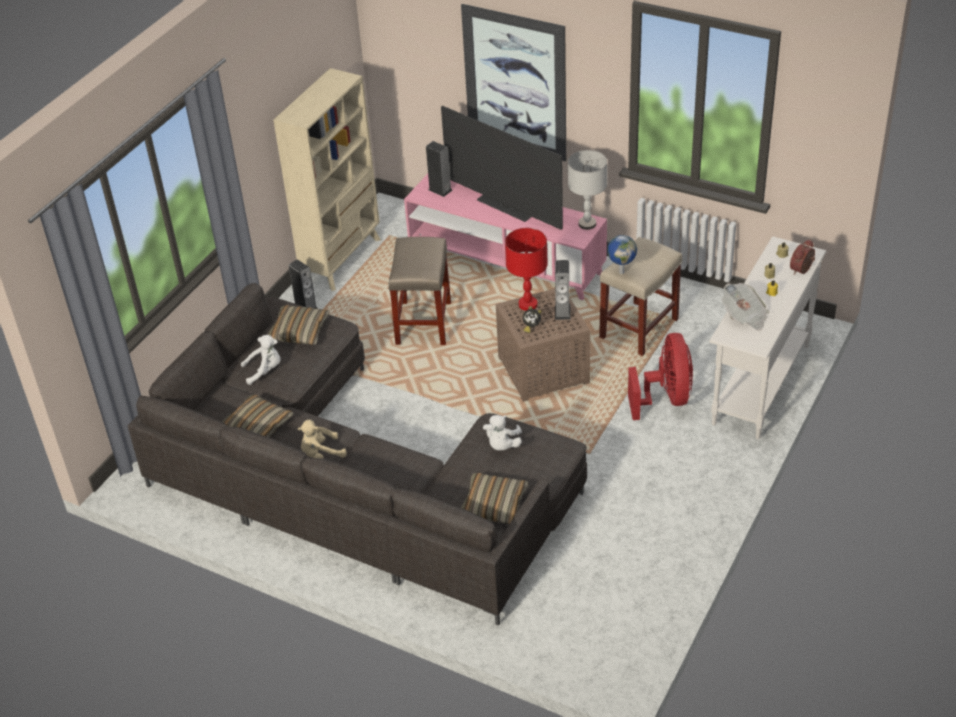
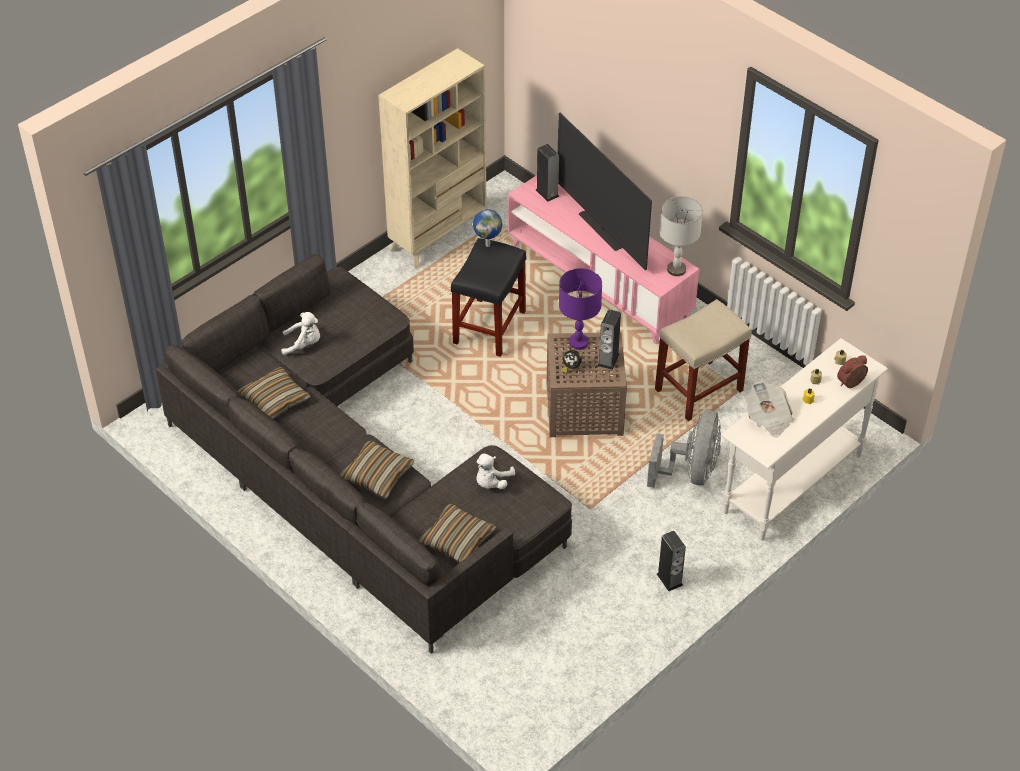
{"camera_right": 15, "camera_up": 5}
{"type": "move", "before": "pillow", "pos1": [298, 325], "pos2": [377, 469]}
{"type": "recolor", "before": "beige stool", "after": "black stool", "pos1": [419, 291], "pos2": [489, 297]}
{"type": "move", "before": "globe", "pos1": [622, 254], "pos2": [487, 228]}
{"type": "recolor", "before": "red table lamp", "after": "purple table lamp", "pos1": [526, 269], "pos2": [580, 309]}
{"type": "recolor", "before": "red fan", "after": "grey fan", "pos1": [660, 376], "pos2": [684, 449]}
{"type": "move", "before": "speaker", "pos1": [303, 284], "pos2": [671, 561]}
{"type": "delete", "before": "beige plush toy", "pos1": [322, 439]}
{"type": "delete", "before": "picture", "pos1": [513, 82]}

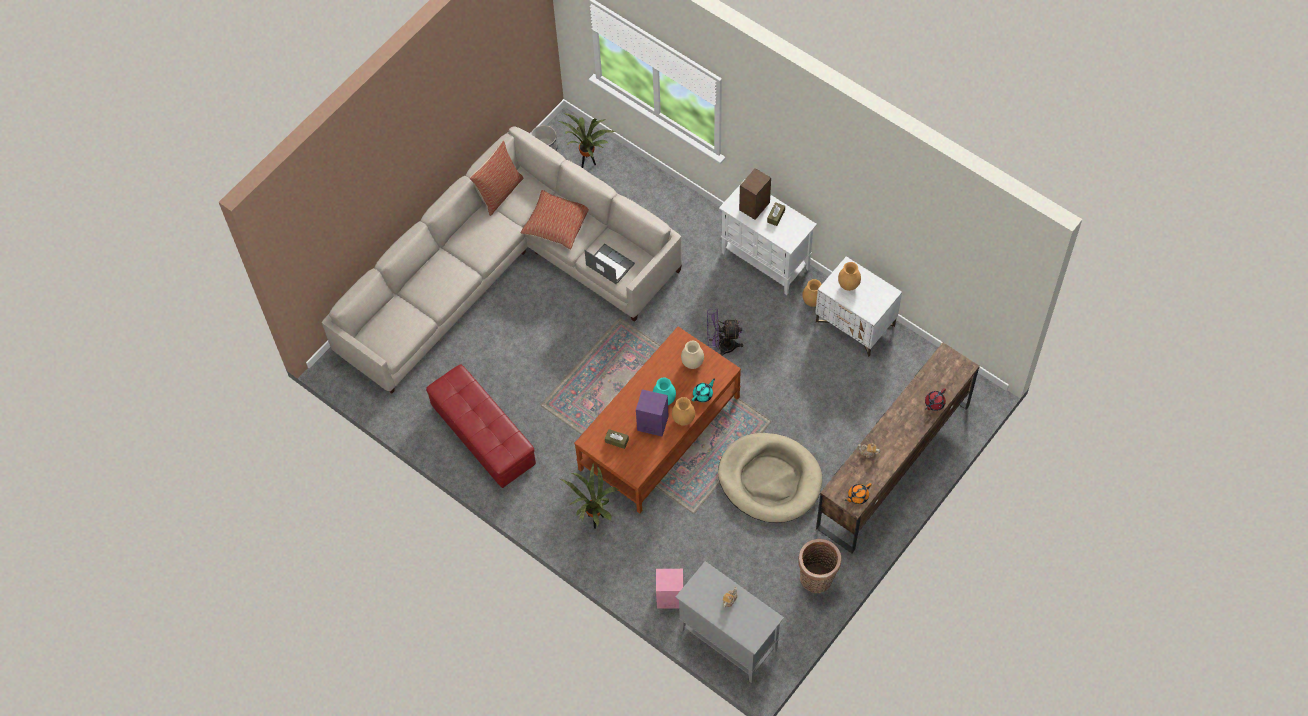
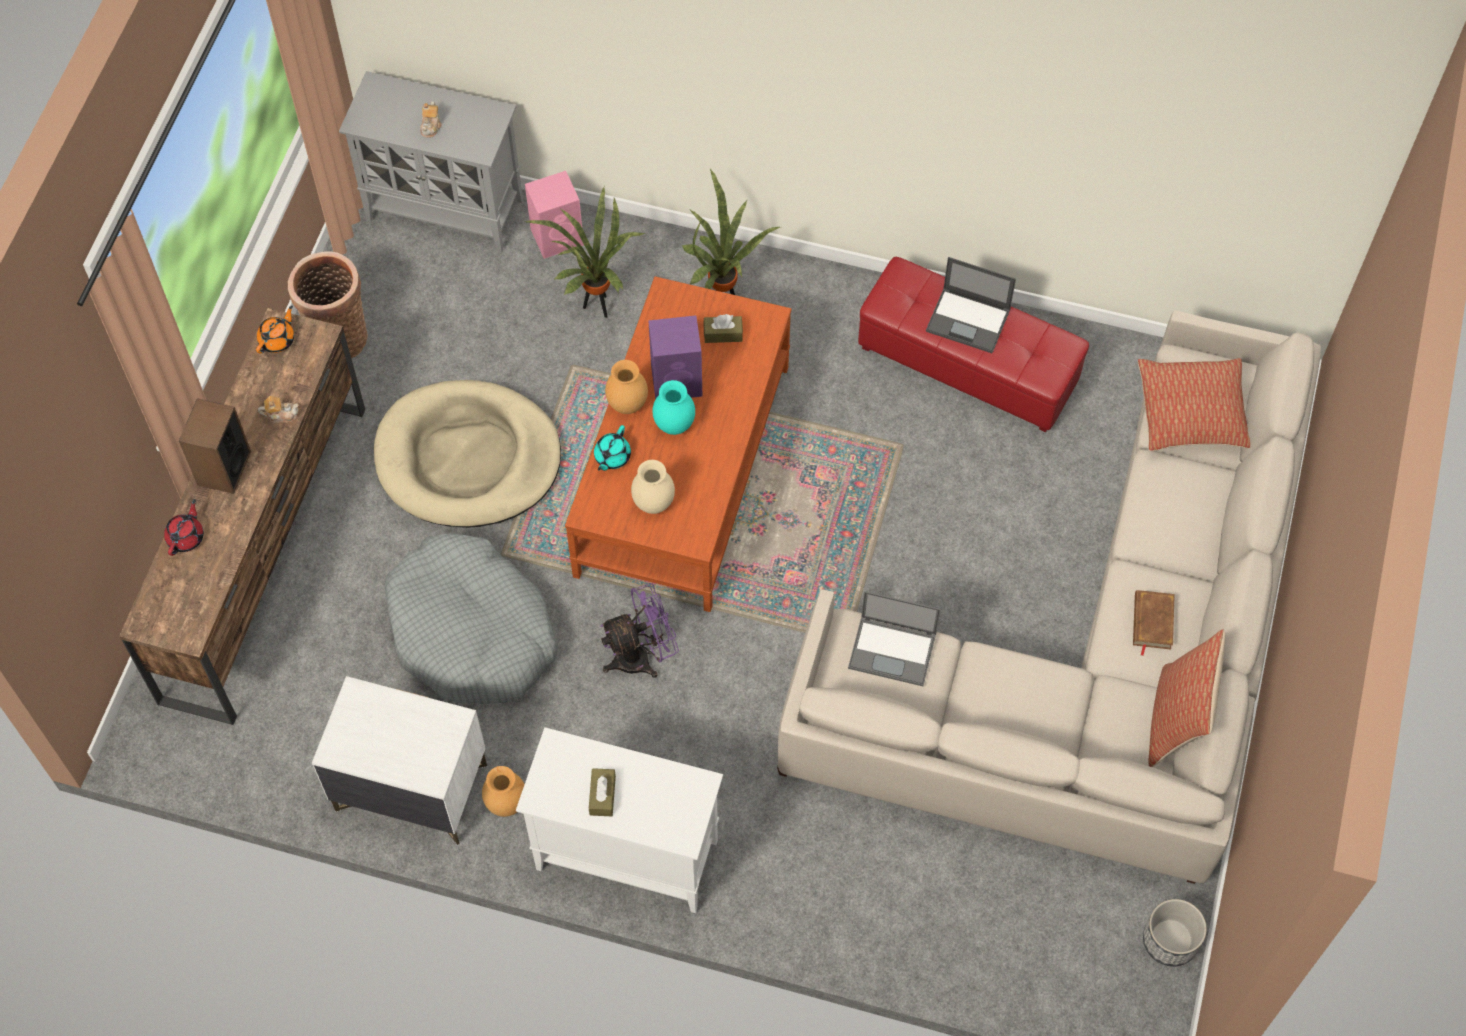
{"camera_right": 155, "camera_up": 0}
{"type": "move", "before": "speaker", "pos1": [755, 194], "pos2": [215, 446]}
{"type": "insert", "after": "grey dog bed", "pos2": [471, 619]}
{"type": "move", "before": "potted plant", "pos1": [586, 140], "pos2": [585, 252]}
{"type": "insert", "after": "laptop", "pos2": [971, 305]}
{"type": "insert", "after": "brown book", "pos2": [1154, 623]}
{"type": "move", "before": "pillow", "pos1": [554, 219], "pos2": [1194, 404]}
{"type": "delete", "before": "brown vase", "pos1": [849, 276]}

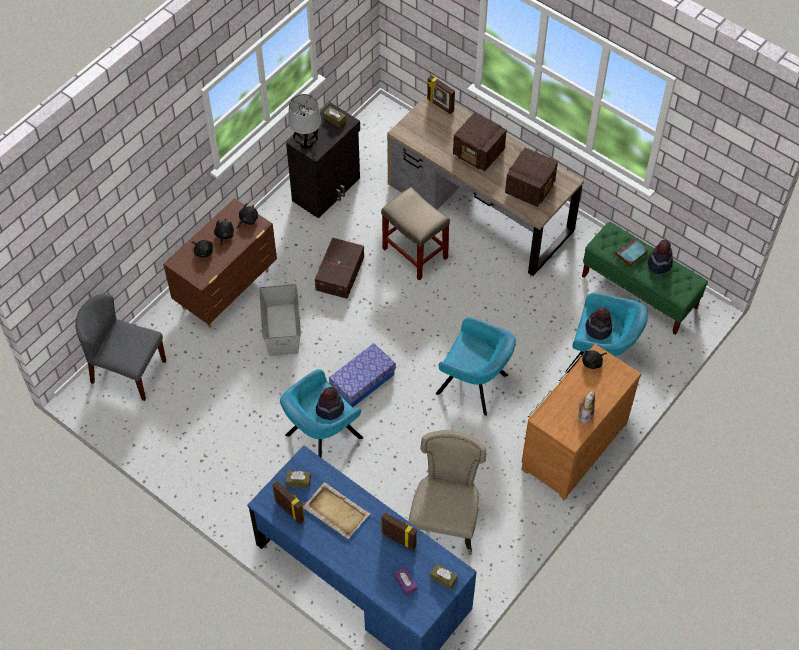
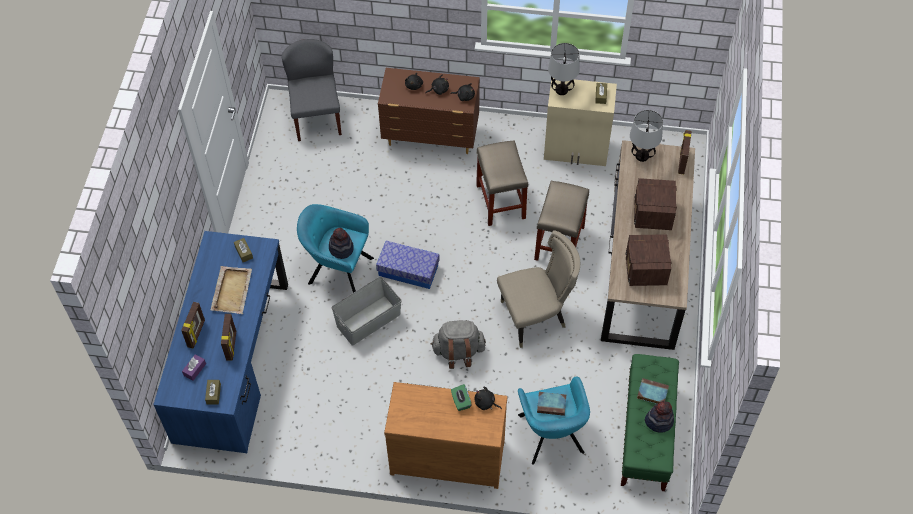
{"camera_right": 60, "camera_up": 0}
{"type": "move", "before": "picture frame", "pos1": [288, 502], "pos2": [193, 325]}
{"type": "move", "before": "grey storage box", "pos1": [280, 320], "pos2": [366, 311]}
{"type": "replace", "before": "turquoise armchair", "after": "grey backpack", "pos1": [476, 366], "pos2": [458, 344]}
{"type": "insert", "after": "green tissue box", "pos2": [461, 397]}
{"type": "replace", "before": "brown storage box", "after": "beige stool", "pos1": [339, 268], "pos2": [502, 183]}
{"type": "move", "before": "beige chair", "pos1": [448, 491], "pos2": [538, 289]}
{"type": "replace", "before": "hat", "after": "book", "pos1": [598, 323], "pos2": [551, 404]}
{"type": "recolor", "before": "black cabinet", "after": "beige cabinet", "pos1": [323, 160], "pos2": [580, 122]}
{"type": "rotate", "before": "radio", "pos1": [531, 177], "pos2": [648, 260], "turn": 90}
{"type": "insert", "after": "table lamp", "pos2": [646, 136]}
{"type": "delete", "before": "plush toy", "pos1": [586, 407]}

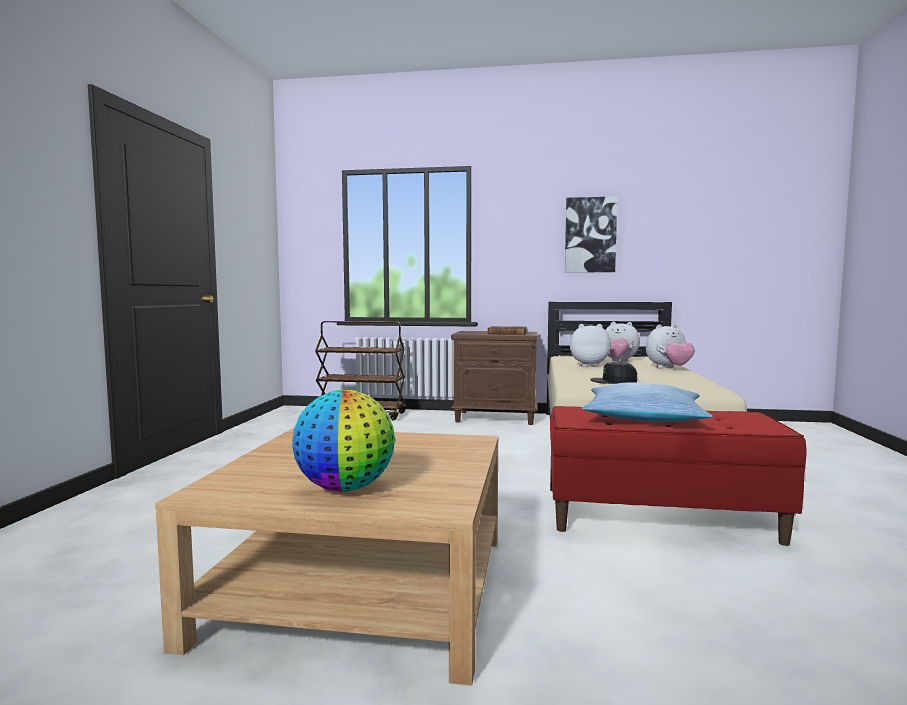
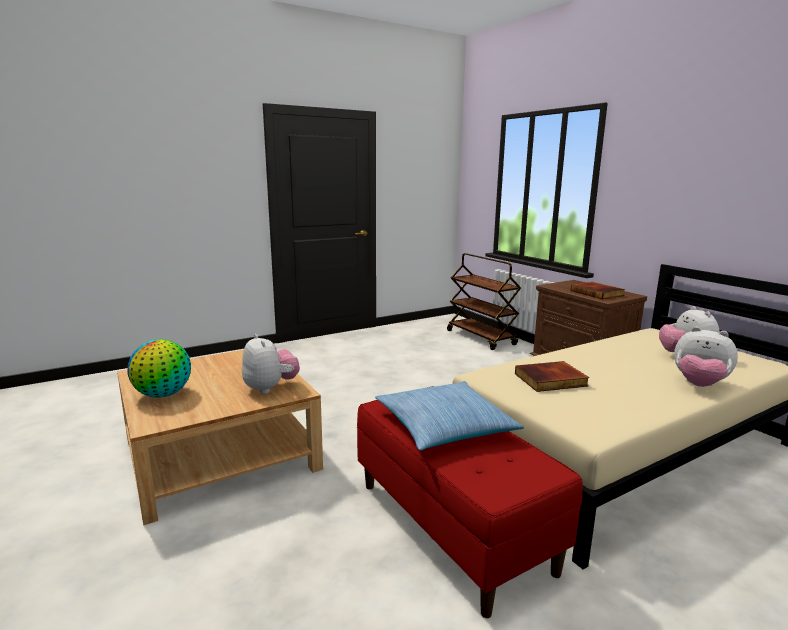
{"camera_right": 50, "camera_up": 10}
{"type": "move", "before": "plush toy", "pos1": [590, 345], "pos2": [271, 364]}
{"type": "replace", "before": "black cap", "after": "book", "pos1": [613, 372], "pos2": [552, 376]}
{"type": "delete", "before": "picture", "pos1": [591, 234]}

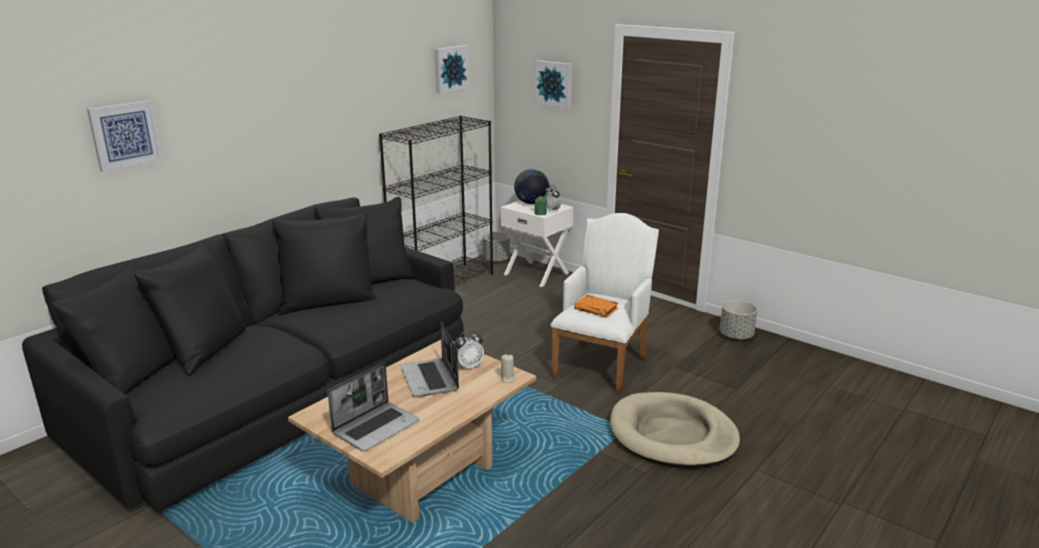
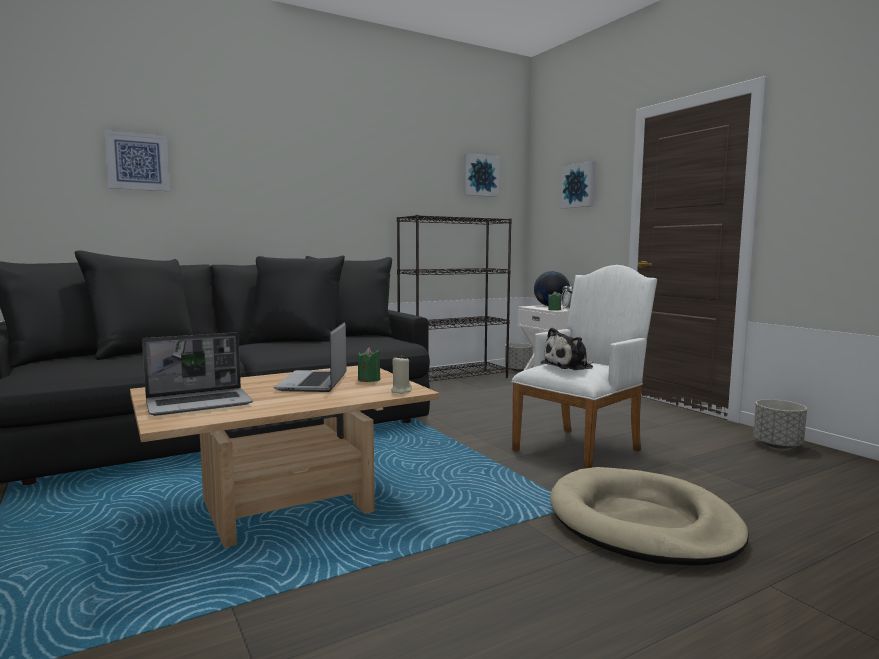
{"camera_right": 20, "camera_up": -15}
{"type": "replace", "before": "alarm clock", "after": "green candle", "pos1": [469, 350], "pos2": [369, 364]}
{"type": "replace", "before": "orange book", "after": "plush toy", "pos1": [596, 306], "pos2": [567, 349]}

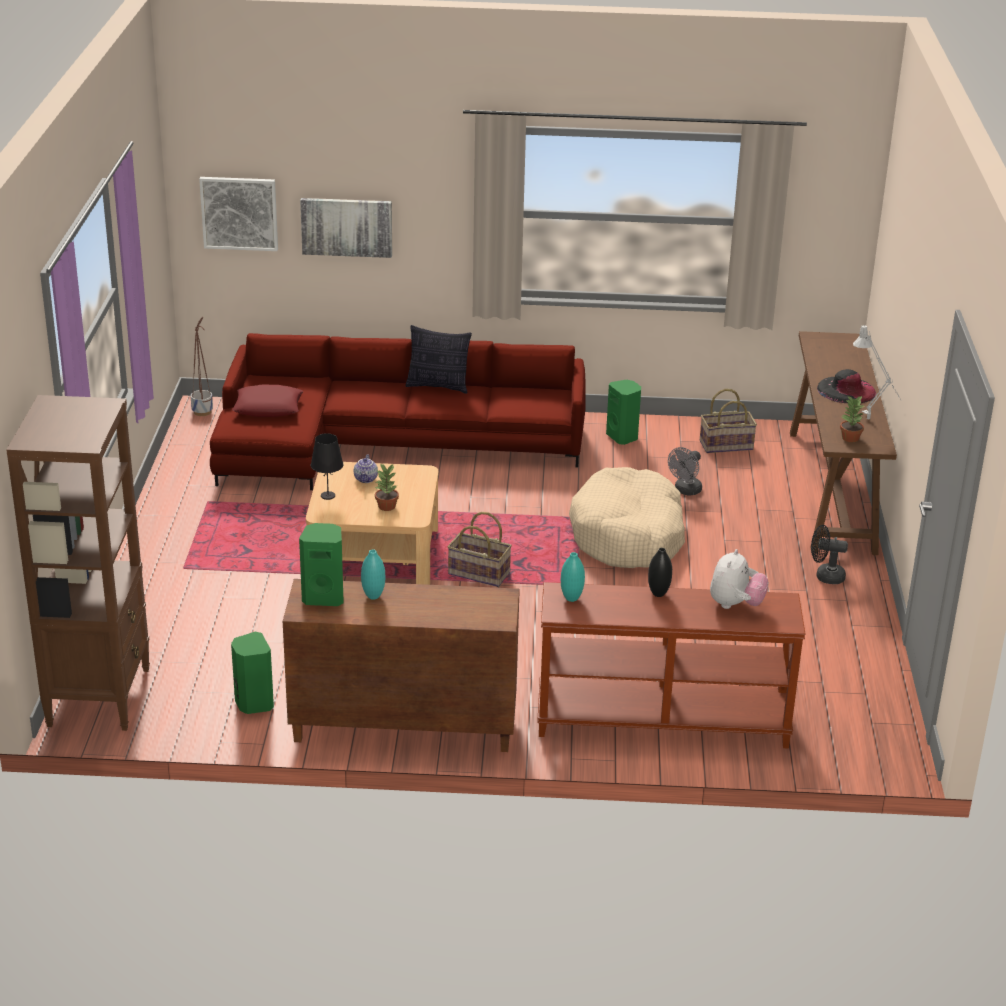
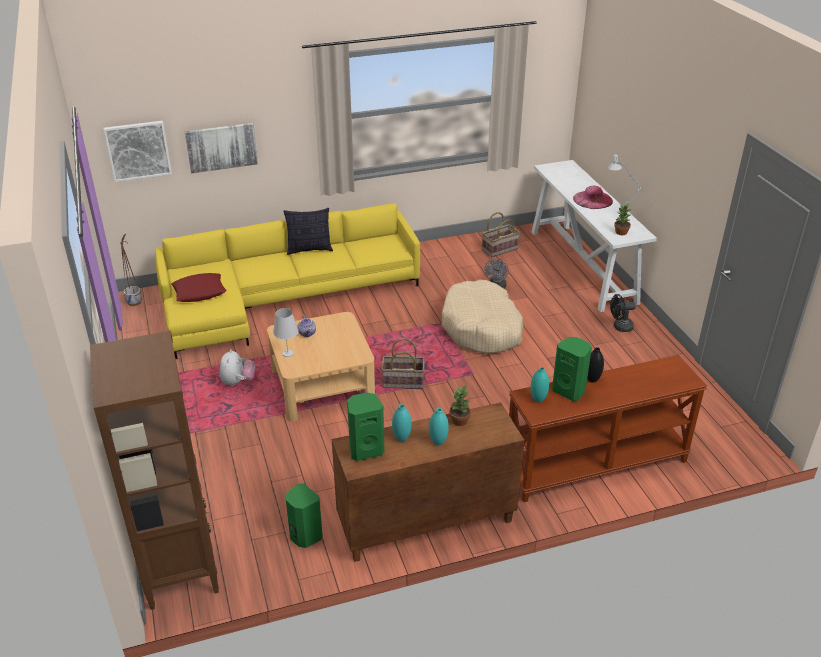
{"camera_right": -20, "camera_up": 5}
{"type": "recolor", "before": "red sofa", "after": "yellow sofa", "pos1": [398, 411], "pos2": [287, 281]}
{"type": "move", "before": "plush toy", "pos1": [739, 579], "pos2": [237, 367]}
{"type": "recolor", "before": "black table lamp", "after": "white table lamp", "pos1": [327, 466], "pos2": [285, 332]}
{"type": "insert", "after": "turquoise vase", "pos2": [439, 426]}
{"type": "move", "before": "potted plant", "pos1": [386, 487], "pos2": [460, 405]}
{"type": "recolor", "before": "brown console table", "after": "white console table", "pos1": [843, 443], "pos2": [594, 236]}
{"type": "move", "before": "green speaker", "pos1": [623, 412], "pos2": [572, 369]}
{"type": "recolor", "before": "black hat", "after": "pink hat", "pos1": [846, 386], "pos2": [593, 197]}

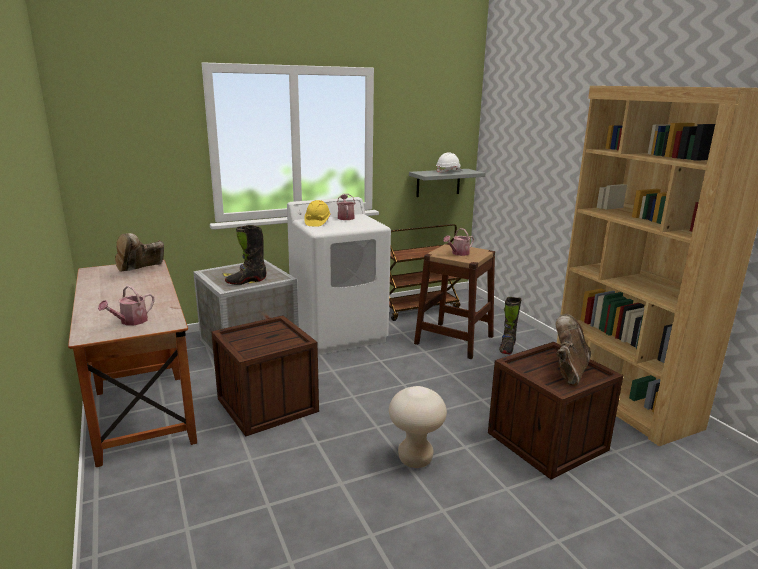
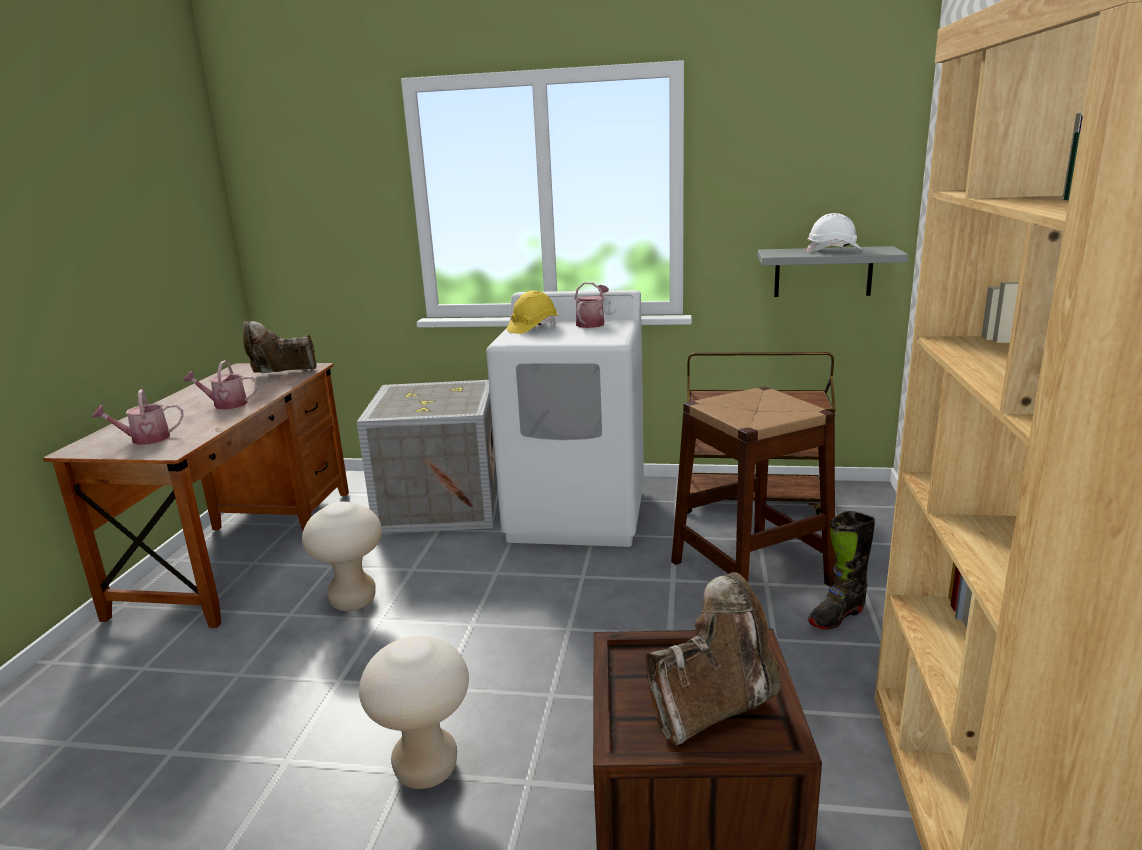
{"camera_right": 35, "camera_up": 0}
{"type": "move", "before": "watering can", "pos1": [458, 242], "pos2": [220, 384]}
{"type": "replace", "before": "crate", "after": "beige stool", "pos1": [265, 376], "pos2": [342, 556]}
{"type": "delete", "before": "black boot", "pos1": [246, 255]}

